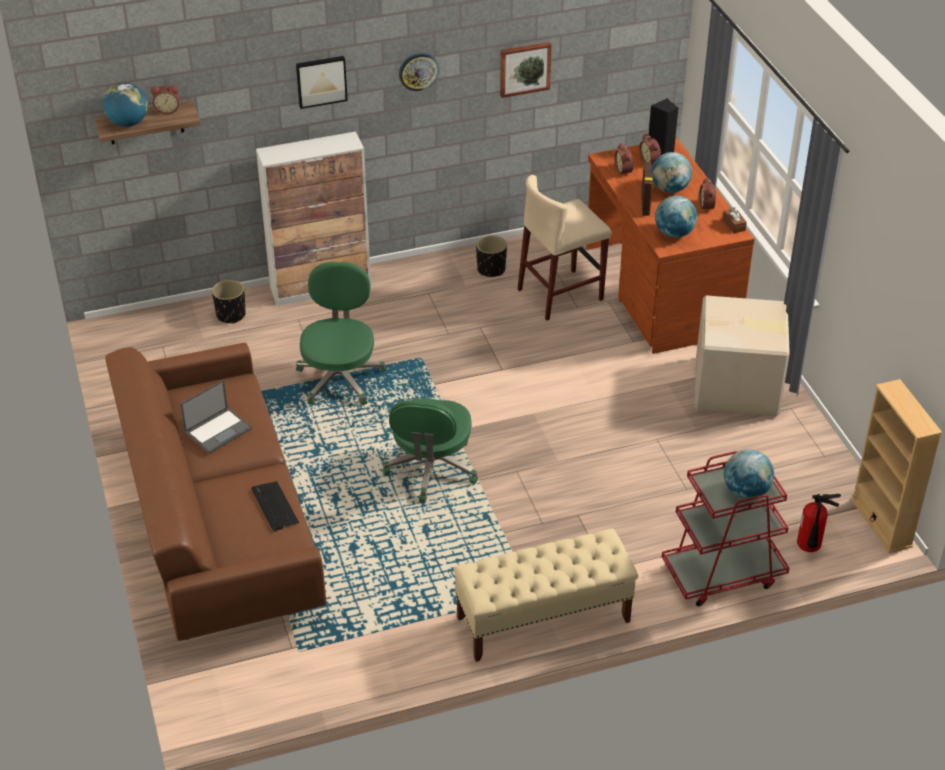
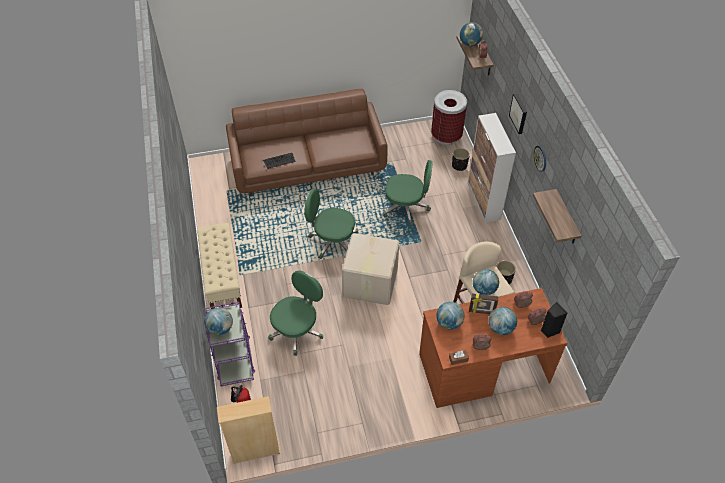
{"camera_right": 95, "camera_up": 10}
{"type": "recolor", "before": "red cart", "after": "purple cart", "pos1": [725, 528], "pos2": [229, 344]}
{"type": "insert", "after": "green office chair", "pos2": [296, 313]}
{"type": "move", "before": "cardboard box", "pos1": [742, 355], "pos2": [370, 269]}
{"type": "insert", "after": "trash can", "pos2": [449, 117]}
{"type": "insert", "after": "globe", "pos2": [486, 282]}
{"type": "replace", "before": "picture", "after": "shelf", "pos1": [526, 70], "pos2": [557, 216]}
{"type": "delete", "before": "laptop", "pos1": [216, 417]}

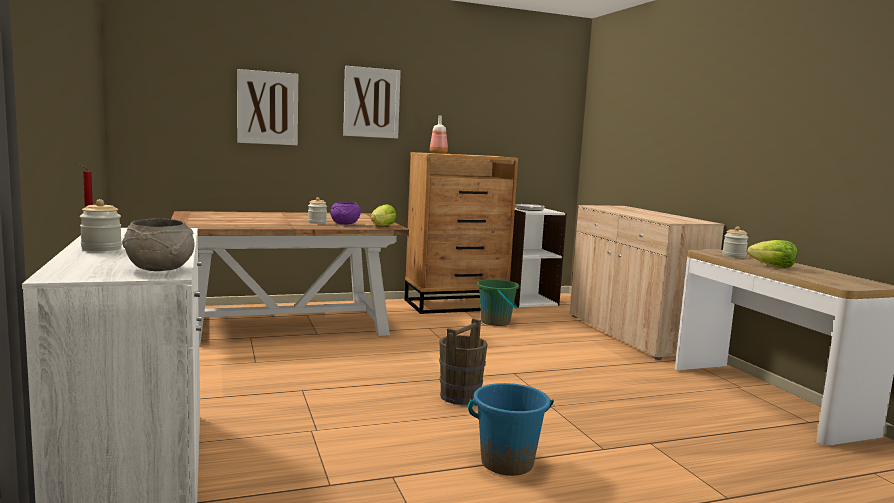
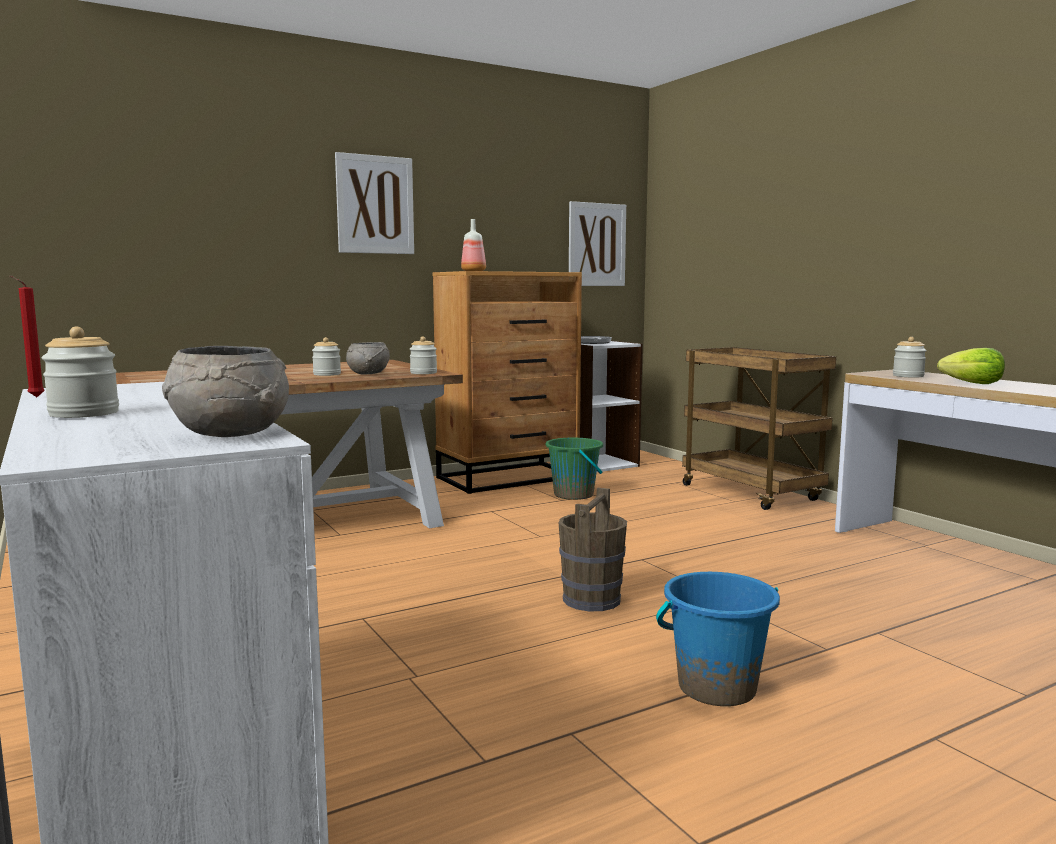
{"camera_right": -10, "camera_up": 0}
{"type": "recolor", "before": "purple bowl", "after": "grey bowl", "pos1": [346, 213], "pos2": [368, 358]}
{"type": "replace", "before": "lettuce", "after": "jar", "pos1": [383, 215], "pos2": [423, 355]}
{"type": "move", "before": "picture", "pos1": [267, 107], "pos2": [597, 243]}
{"type": "replace", "before": "beige cabinet", "after": "brown cart", "pos1": [647, 282], "pos2": [759, 428]}

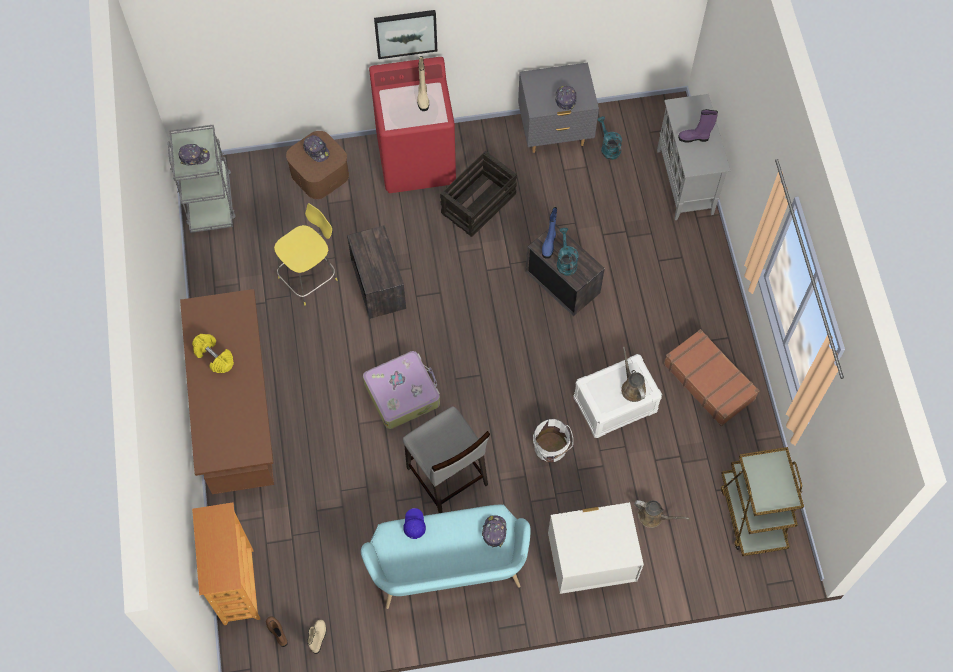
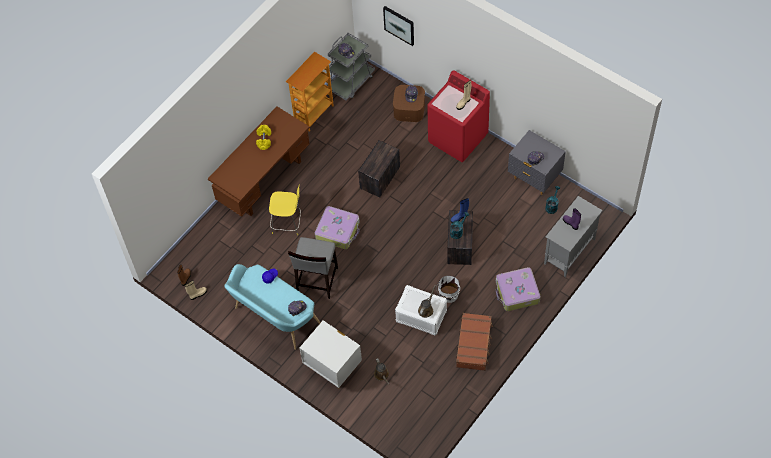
{"camera_right": 50, "camera_up": -5}
{"type": "move", "before": "yellow chair", "pos1": [305, 254], "pos2": [285, 209]}
{"type": "move", "before": "bookcase", "pos1": [226, 563], "pos2": [310, 92]}
{"type": "move", "before": "picture", "pos1": [405, 34], "pos2": [398, 26]}
{"type": "move", "before": "white bucket", "pos1": [553, 441], "pos2": [448, 289]}
{"type": "insert", "after": "suitcase", "pos2": [518, 289]}
{"type": "delete", "before": "crate", "pos1": [478, 194]}
{"type": "delete", "before": "brown cart", "pos1": [762, 501]}

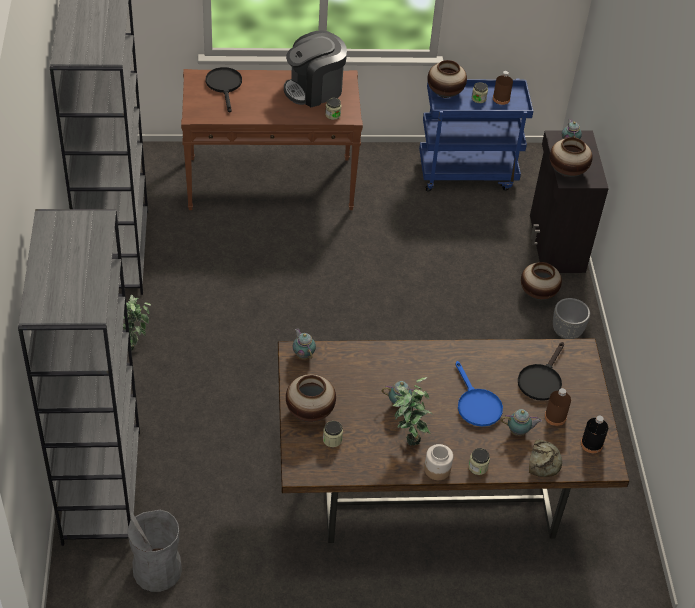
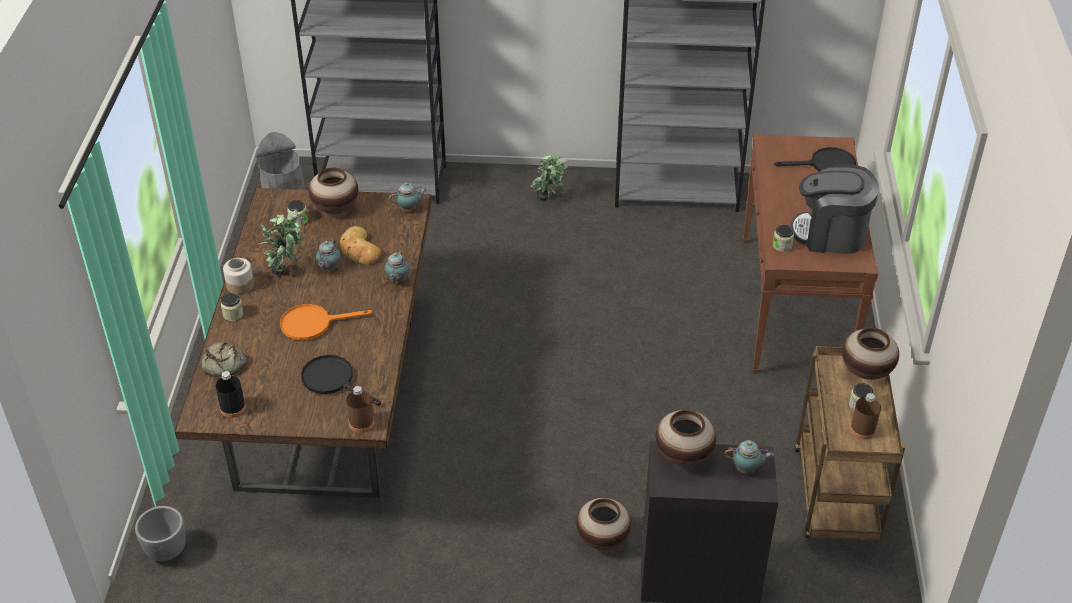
{"camera_right": 100, "camera_up": -5}
{"type": "move", "before": "grey planter", "pos1": [571, 318], "pos2": [160, 533]}
{"type": "recolor", "before": "blue frying pan", "after": "orange frying pan", "pos1": [479, 394], "pos2": [326, 322]}
{"type": "insert", "after": "bread", "pos2": [360, 245]}
{"type": "move", "before": "brown bottle", "pos1": [557, 407], "pos2": [360, 409]}
{"type": "move", "before": "teapot", "pos1": [521, 422], "pos2": [397, 266]}
{"type": "rotate", "before": "coffee machine", "pos1": [315, 68], "pos2": [834, 209], "turn": -60}
{"type": "recolor", "before": "blue cart", "after": "brown cart", "pos1": [476, 135], "pos2": [849, 443]}

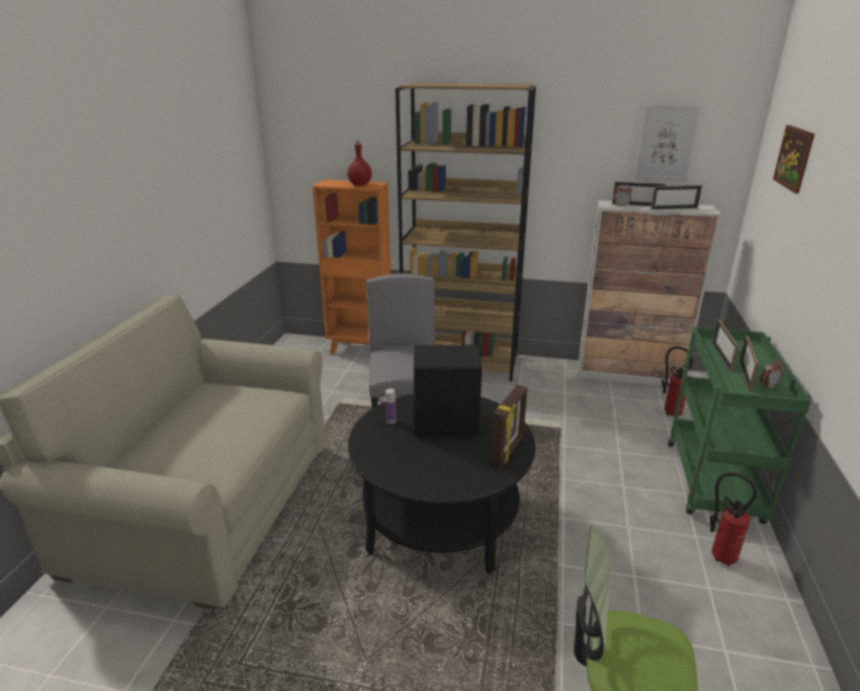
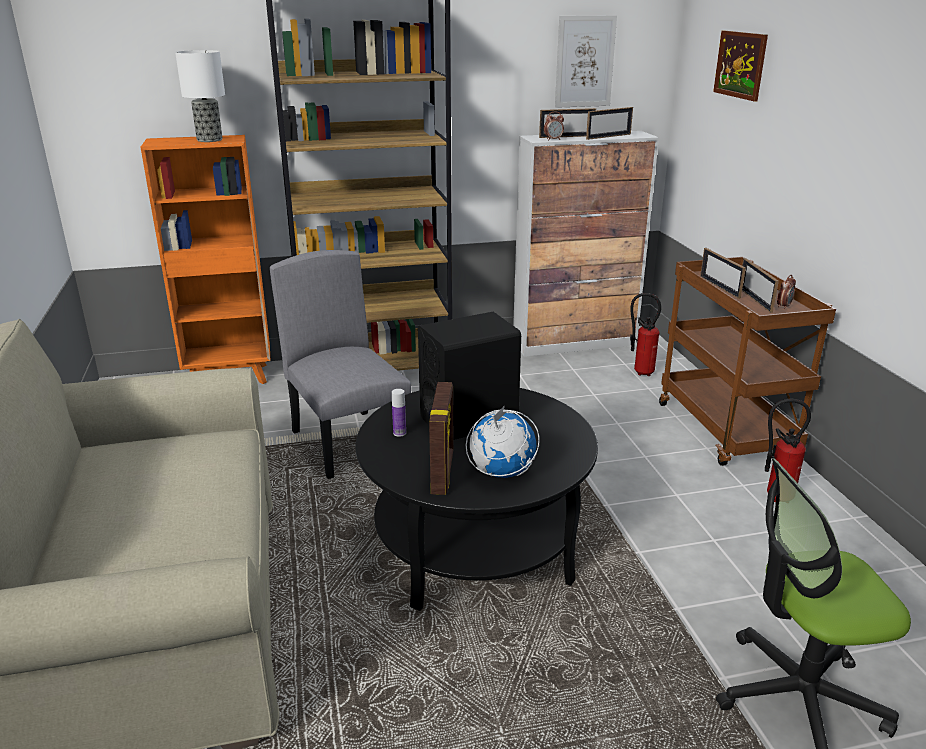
{"camera_right": -25, "camera_up": 0}
{"type": "replace", "before": "red bottle", "after": "table lamp", "pos1": [359, 163], "pos2": [200, 96]}
{"type": "move", "before": "picture frame", "pos1": [509, 426], "pos2": [441, 438]}
{"type": "insert", "after": "globe", "pos2": [502, 442]}
{"type": "recolor", "before": "green cart", "after": "brown cart", "pos1": [739, 425], "pos2": [747, 361]}

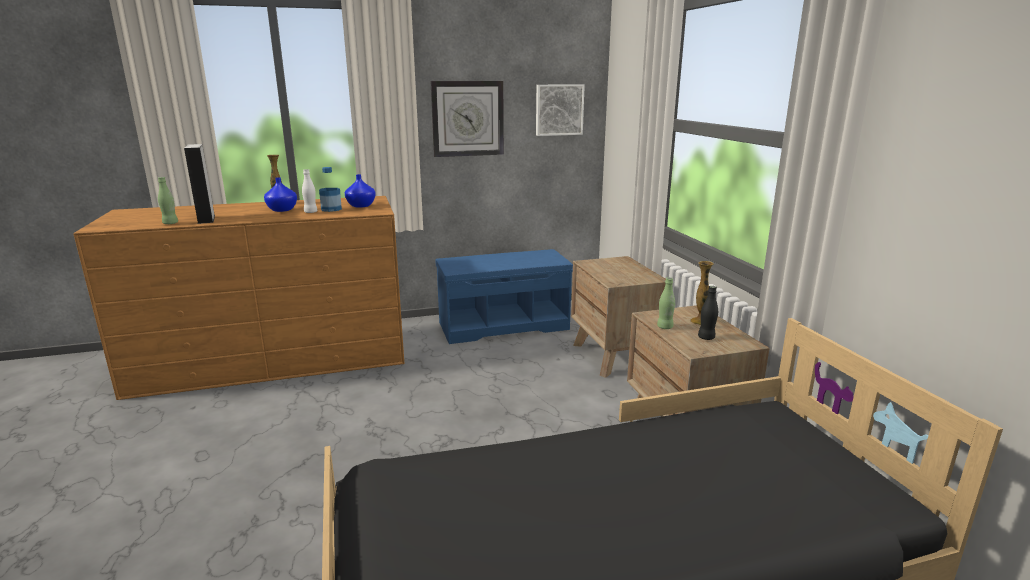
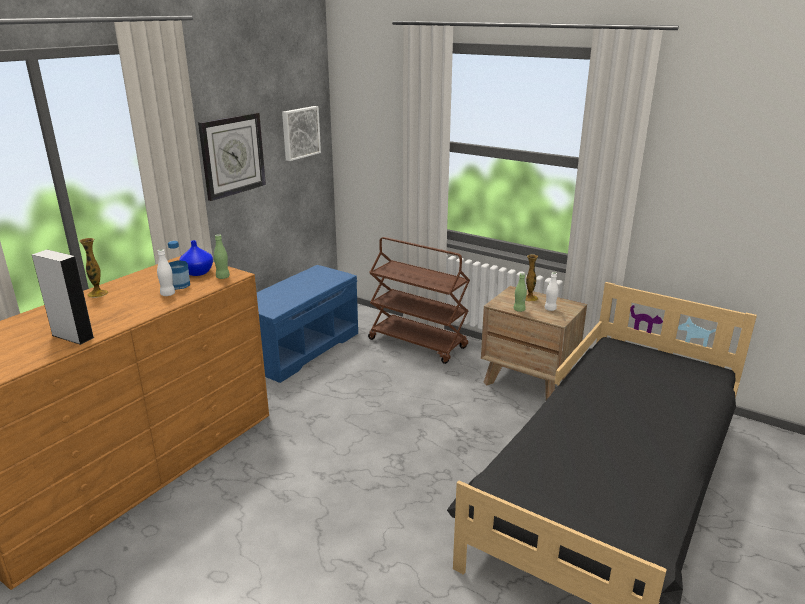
{"camera_right": -40, "camera_up": 5}
{"type": "move", "before": "green bottle", "pos1": [168, 200], "pos2": [222, 256]}
{"type": "replace", "before": "brown nightstand", "after": "brown cart", "pos1": [618, 317], "pos2": [419, 300]}
{"type": "recolor", "before": "black bottle", "after": "white bottle", "pos1": [708, 313], "pos2": [551, 291]}
{"type": "delete", "before": "blue vase", "pos1": [280, 194]}

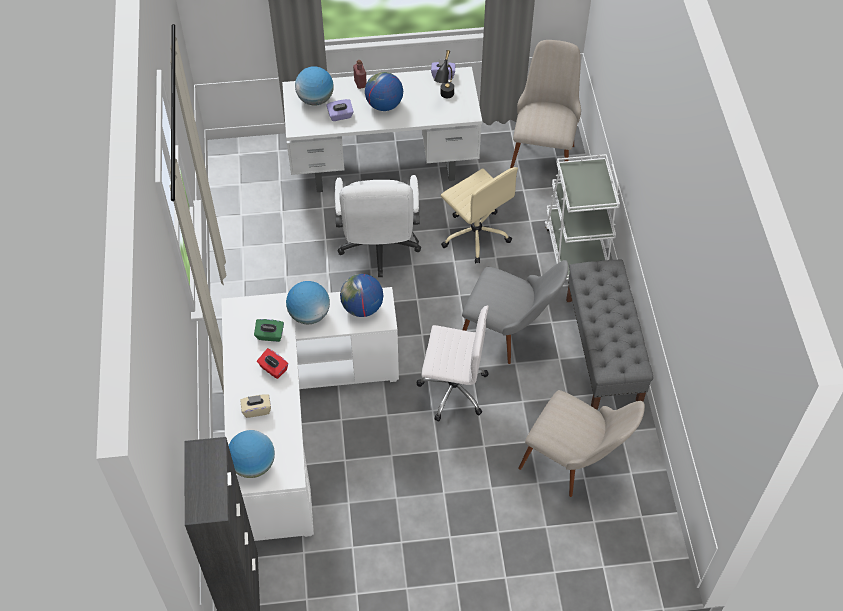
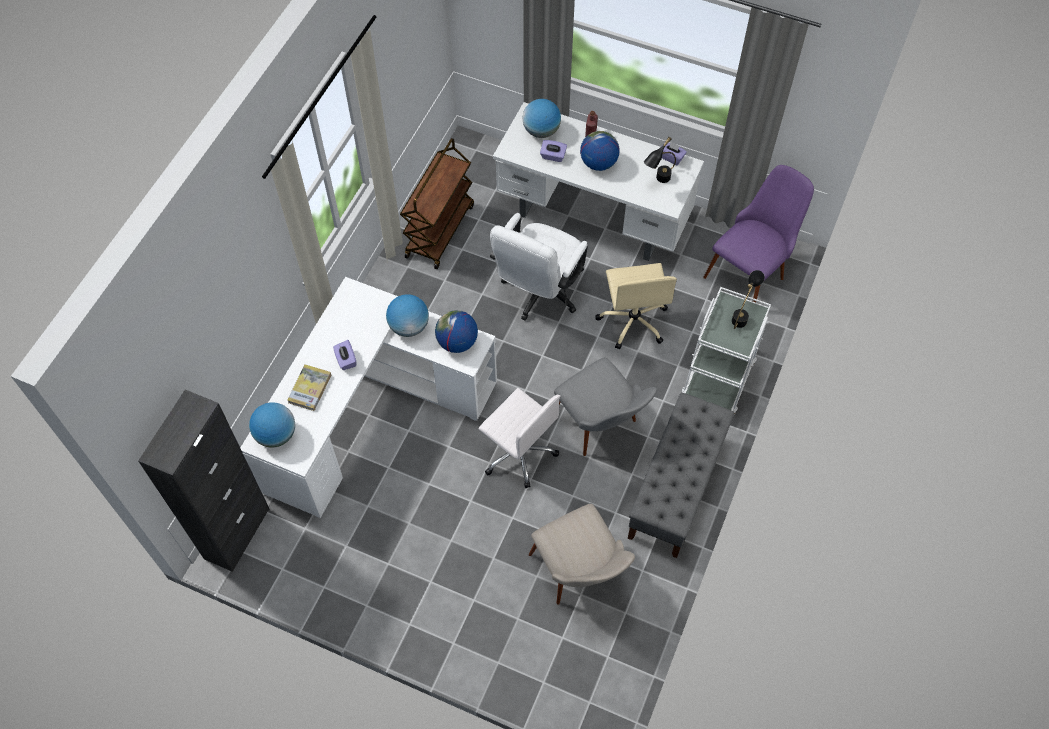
{"camera_right": 30, "camera_up": 5}
{"type": "replace", "before": "beige tissue box", "after": "book", "pos1": [255, 406], "pos2": [309, 387]}
{"type": "recolor", "before": "red tissue box", "after": "purple tissue box", "pos1": [272, 363], "pos2": [344, 355]}
{"type": "insert", "after": "brown cart", "pos2": [437, 203]}
{"type": "recolor", "before": "beige chair", "after": "purple chair", "pos1": [545, 104], "pos2": [758, 233]}
{"type": "insert", "after": "black table lamp", "pos2": [748, 299]}
{"type": "delete", "before": "green tissue box", "pos1": [269, 330]}

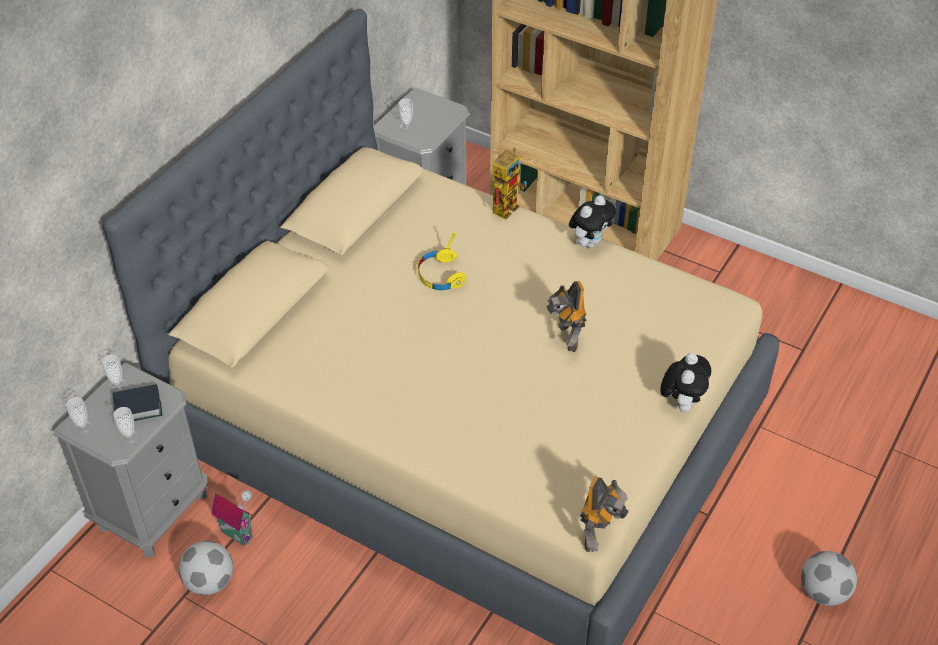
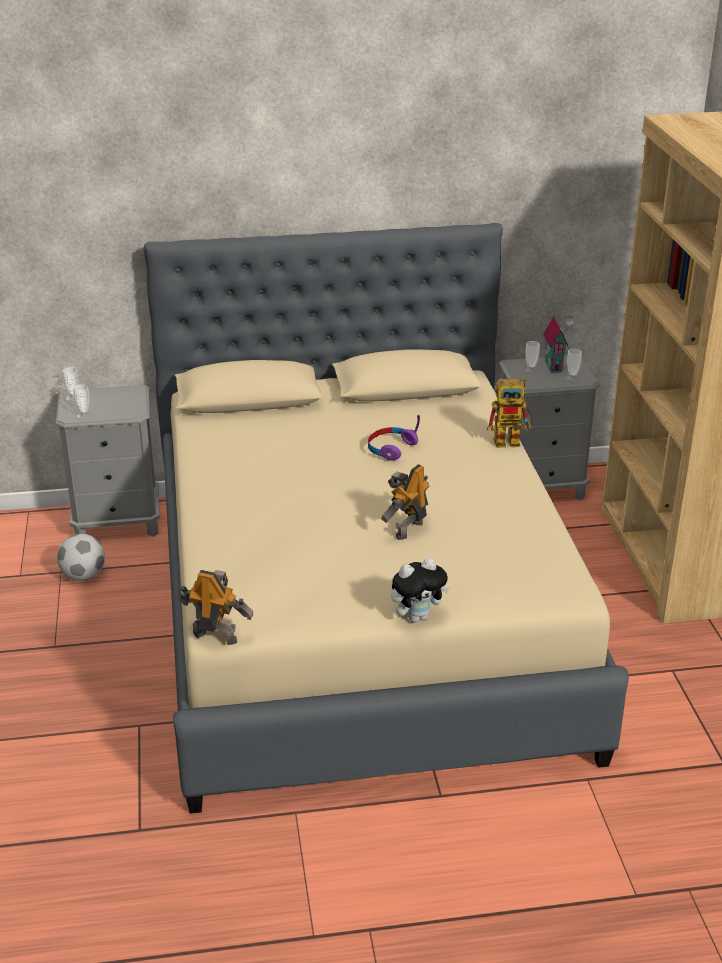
{"camera_right": 50, "camera_up": -15}
{"type": "rotate", "before": "toy robot", "pos1": [604, 514], "pos2": [217, 607], "turn": -150}
{"type": "recolor", "before": "yellow headphones", "after": "purple headphones", "pos1": [442, 261], "pos2": [394, 438]}
{"type": "move", "before": "toy house", "pos1": [232, 518], "pos2": [559, 344]}
{"type": "move", "before": "cup", "pos1": [114, 373], "pos2": [573, 365]}
{"type": "delete", "before": "book", "pos1": [137, 402]}
{"type": "delete", "before": "plush toy", "pos1": [592, 221]}
{"type": "delete", "before": "football", "pos1": [829, 578]}

